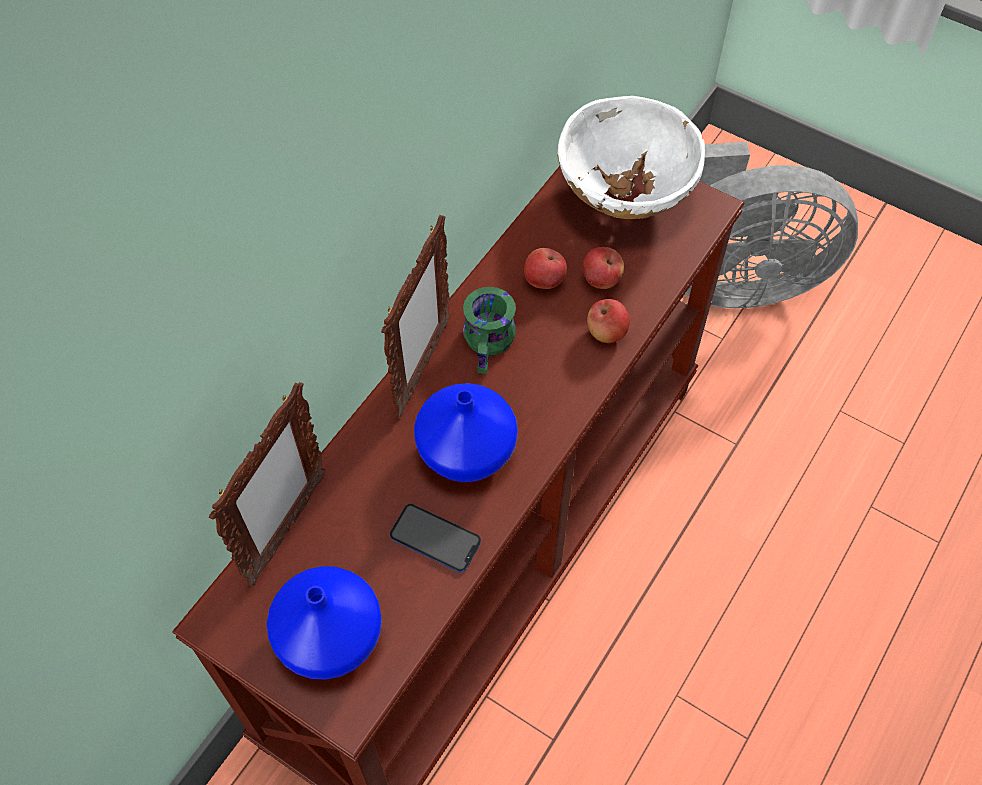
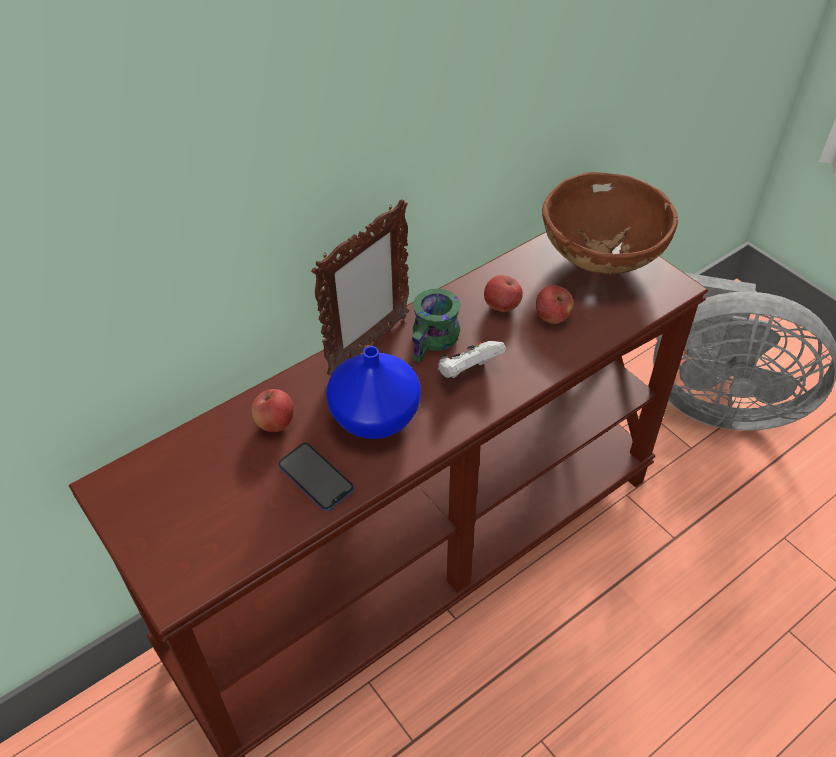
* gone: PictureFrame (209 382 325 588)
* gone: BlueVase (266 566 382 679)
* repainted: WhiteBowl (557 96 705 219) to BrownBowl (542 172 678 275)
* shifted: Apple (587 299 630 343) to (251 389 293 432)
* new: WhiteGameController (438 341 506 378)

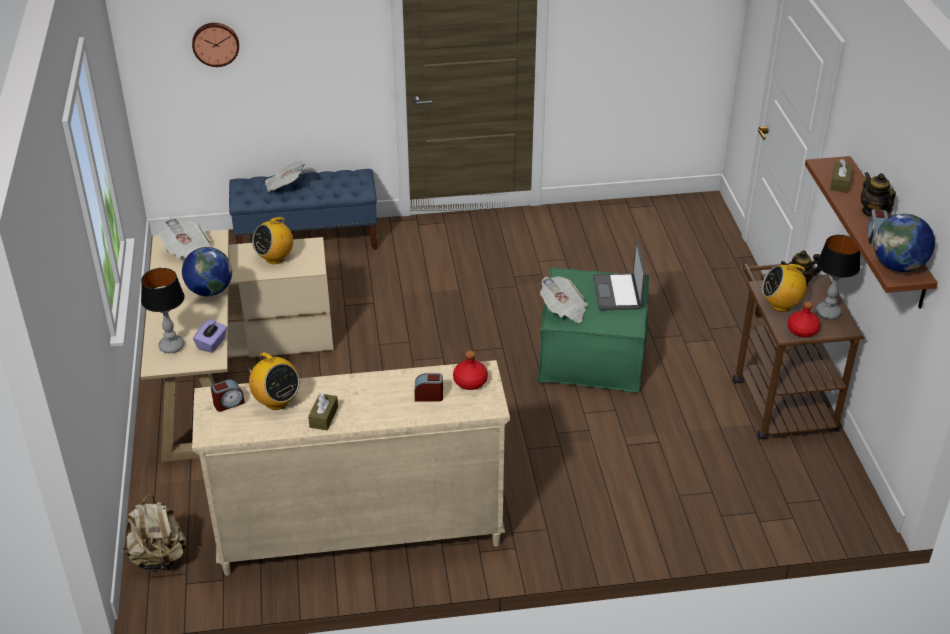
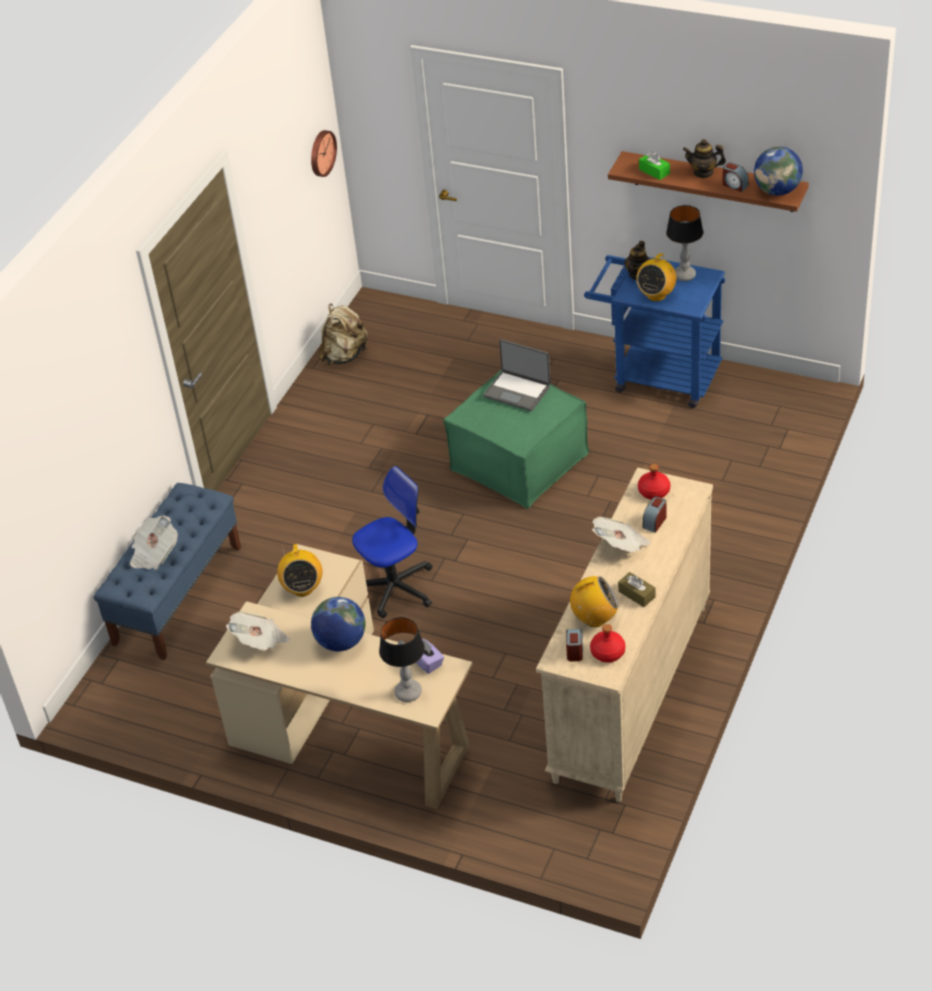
* shifted: BeigeBackpack (123 494 187 571) to (319 304 368 365)
* shifted: WallClock (192 23 239 67) to (311 130 337 177)
* shifted: Newspaper (540 276 588 323) to (592 517 651 553)
* repainted: BrownCart (733 260 864 439) to BlueCart (584 255 725 408)
* shifted: RedBottle (788 301 820 337) to (590 624 625 663)
* repainted: BrownTissueBox (830 159 853 193) to GreenTissueBox (639 151 670 180)
* new: OfficeChair (352 466 433 618)

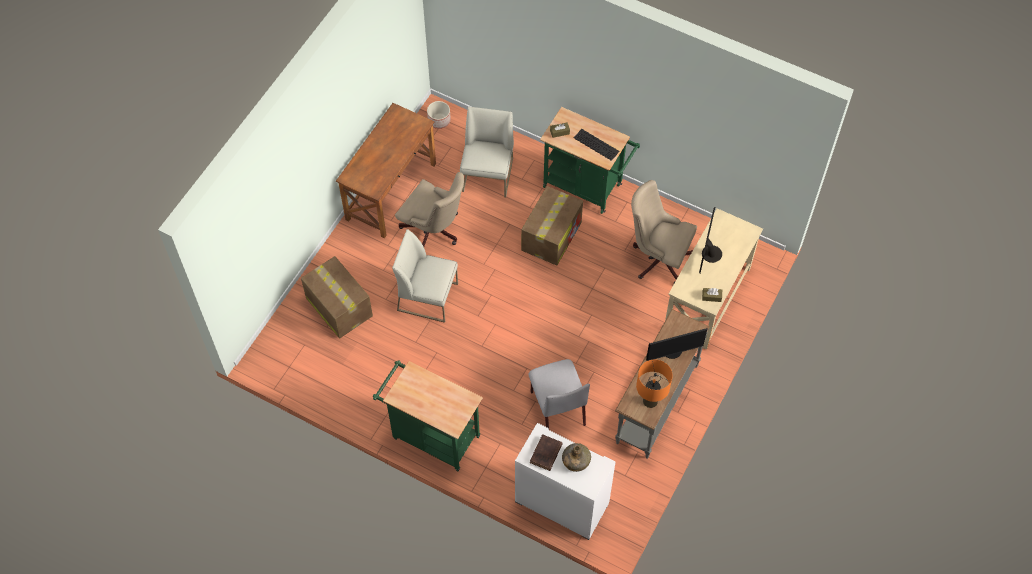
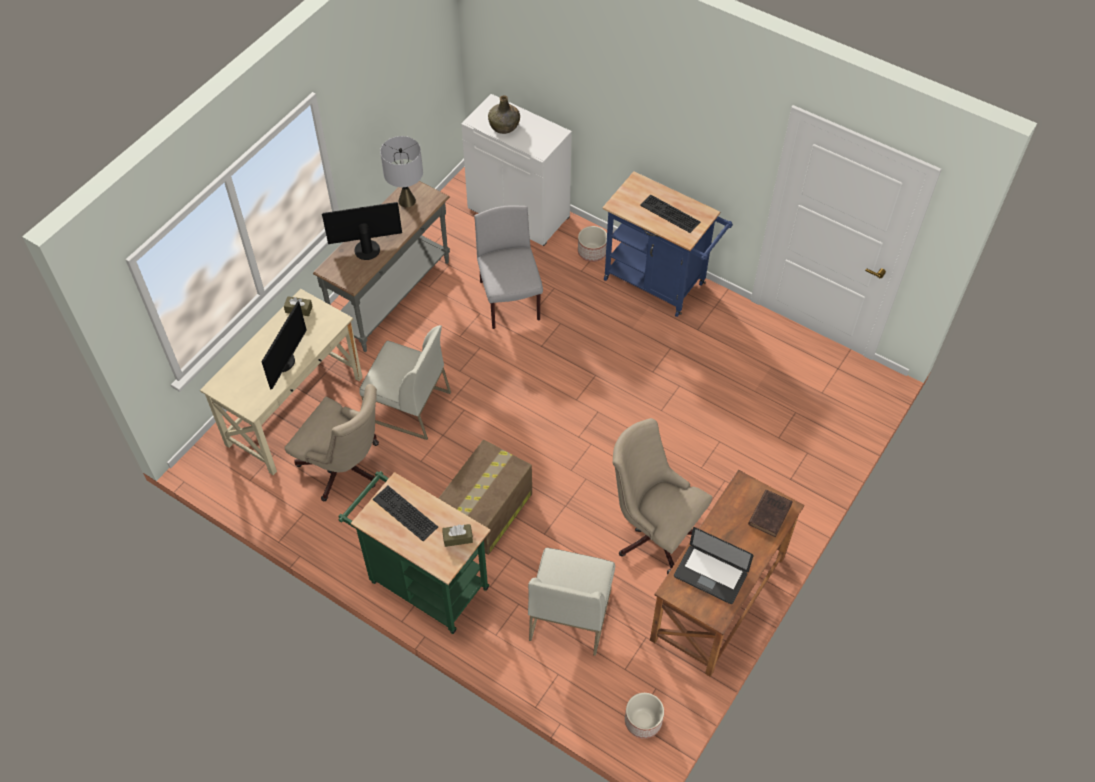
* gone: CardboardBox (301 256 373 339)
* repainted: GreenCart (373 360 483 471) to BlueCart (602 171 733 317)
* shifted: WhiteChair (392 229 458 323) to (359 325 451 440)
* shifted: BrownBook (530 434 563 471) to (748 490 793 537)
* repainted: OrangeTableLamp (636 360 673 408) to GreyTableLamp (380 136 423 207)
* new: Planter (578 226 607 262)
* new: Keyboard (640 194 700 233)
* new: Laptop (674 527 753 604)

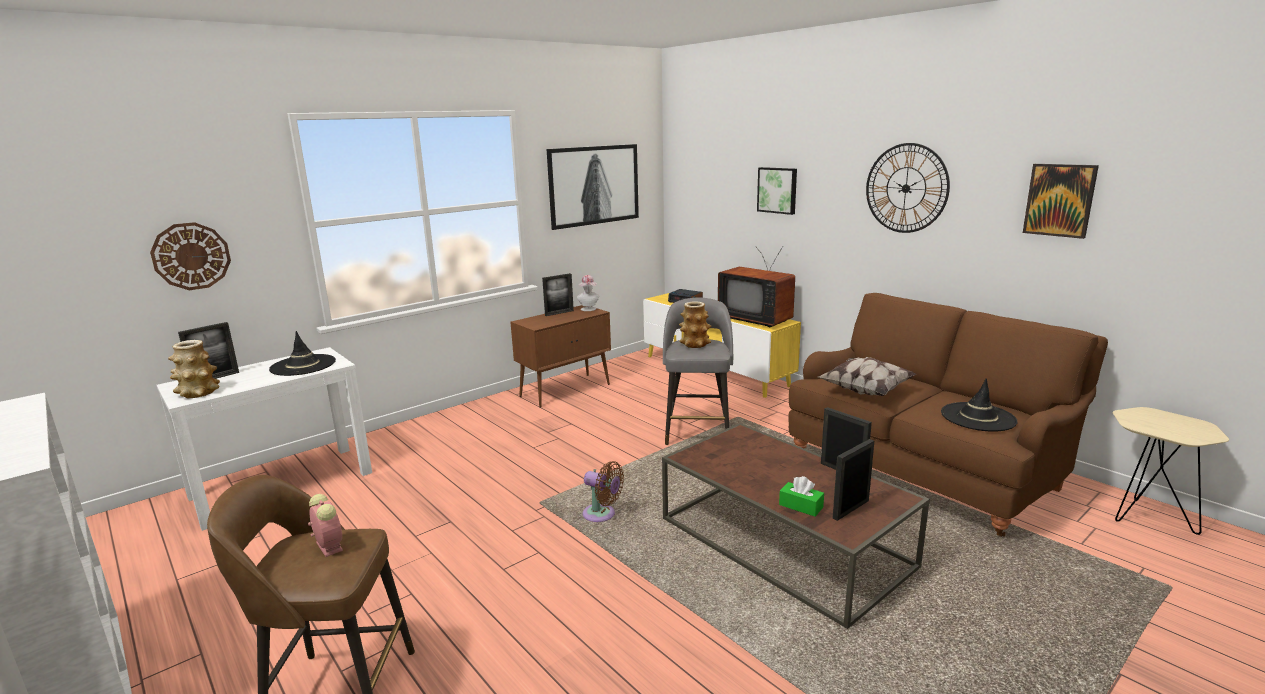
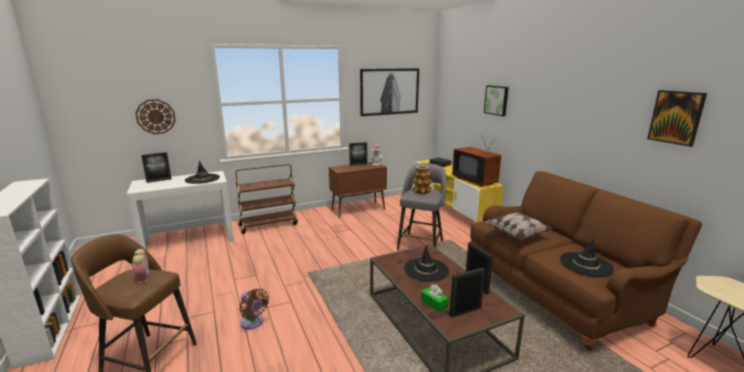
* gone: Vase (168 340 220 398)
* shifted: BrownFan (582 461 624 522) to (239 288 269 329)
* gone: WallClock (866 143 950 233)
* new: BrownCart (236 164 298 234)
* new: BlackHat (404 245 449 282)

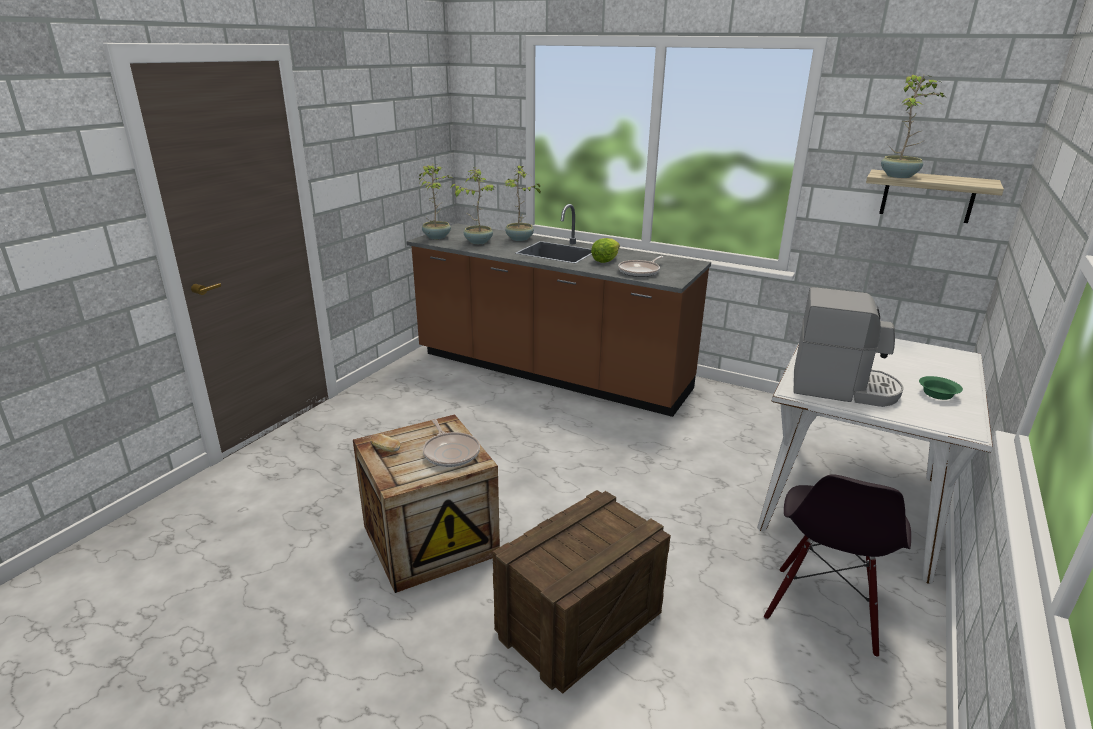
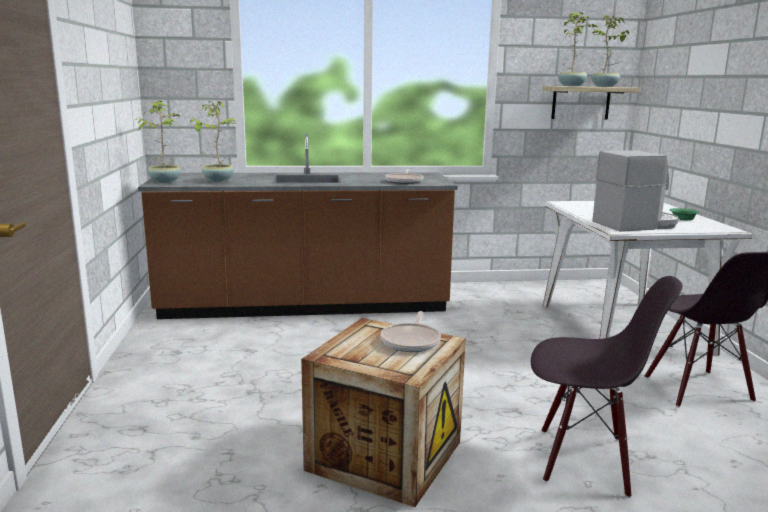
* gone: Bread (371 434 400 452)
* rotated: FryingPan (423 419 480 467) = (380 311 441 352) 75 degrees clockwise
* swapped: Crate (492 490 671 694) to BlackChair (531 276 683 498)
* shifted: PottedPlant (502 165 541 241) to (591 14 629 87)
* gone: Lettuce (591 238 620 263)

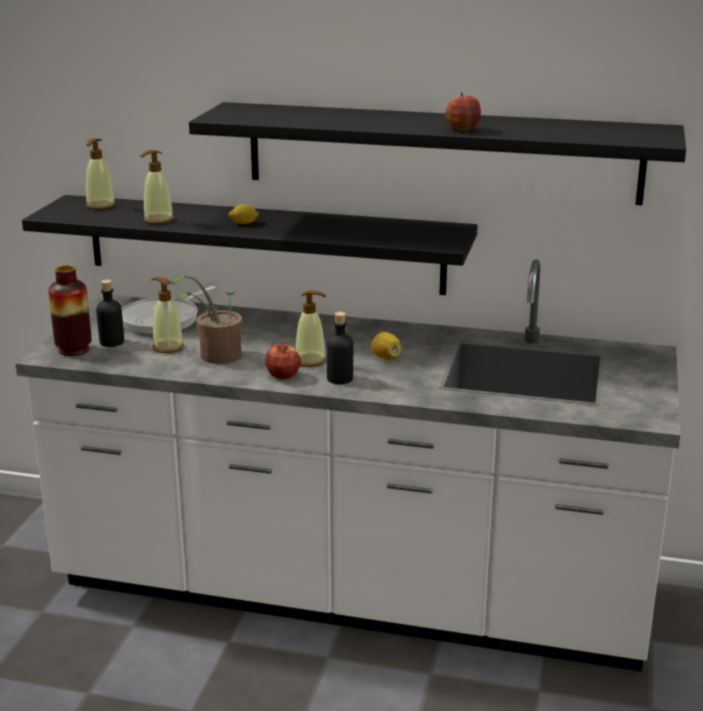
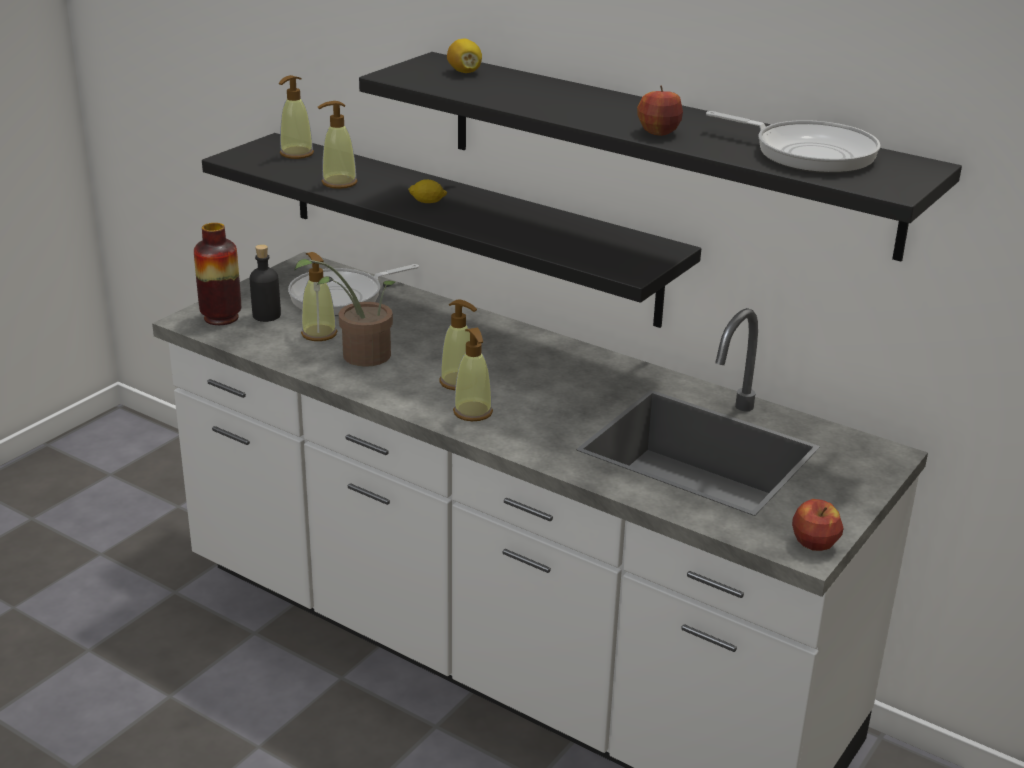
* shifted: Apple (265 344 301 380) to (792 499 844 551)
* swapped: BlackBottle (327 312 353 384) to SoapDispenser (453 328 493 421)
* shifted: Lemon (371 332 401 360) to (447 39 482 73)
* new: FryingPan (706 111 880 173)

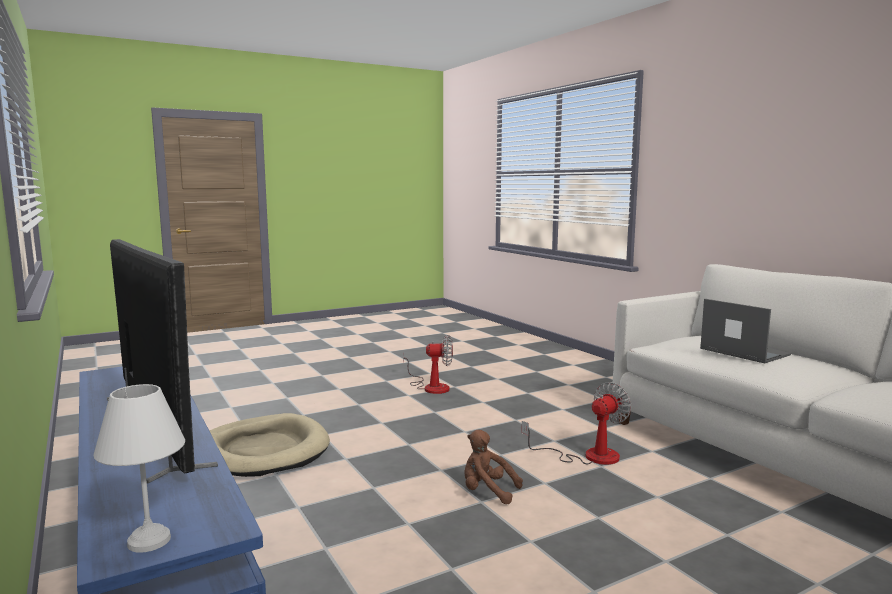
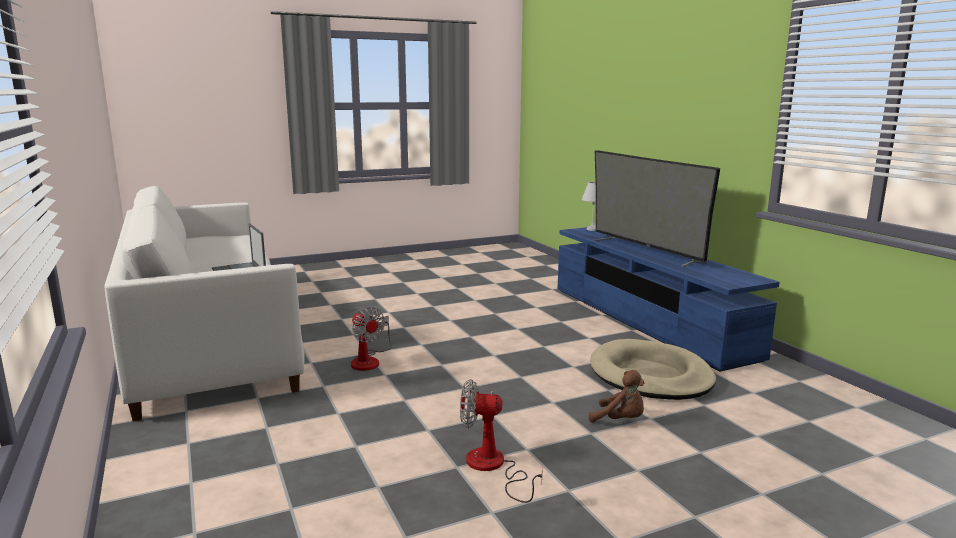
* shifted: BrownPlushToy (464 430 523 504) to (589 370 644 423)
* rotated: Fan (521 382 631 465) = (351 307 392 371) 90 degrees counterclockwise

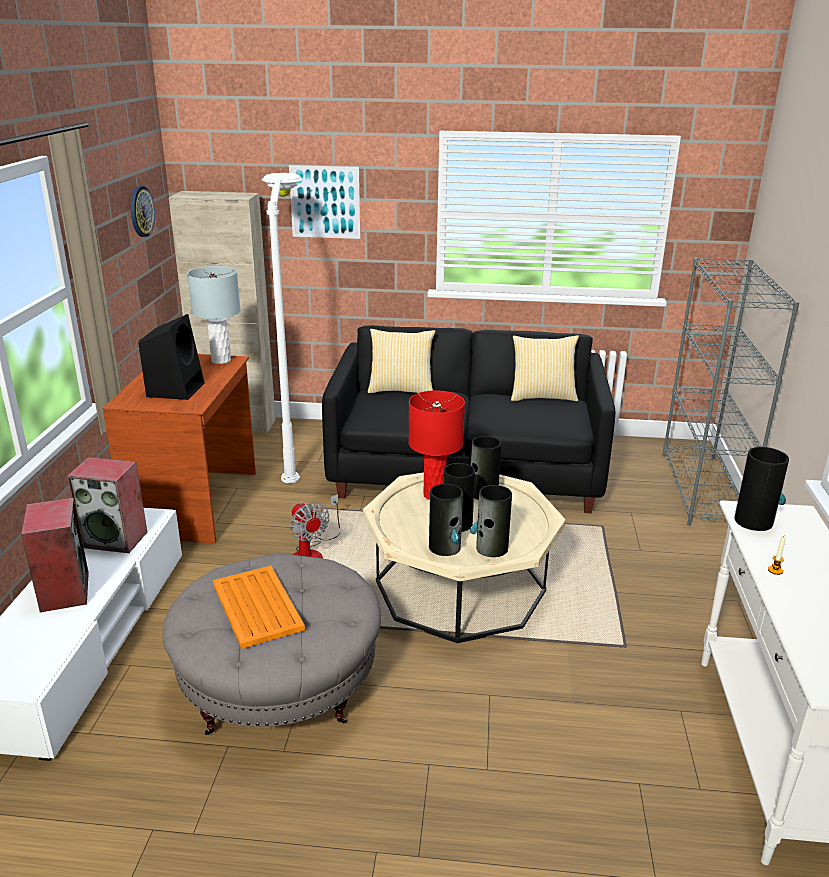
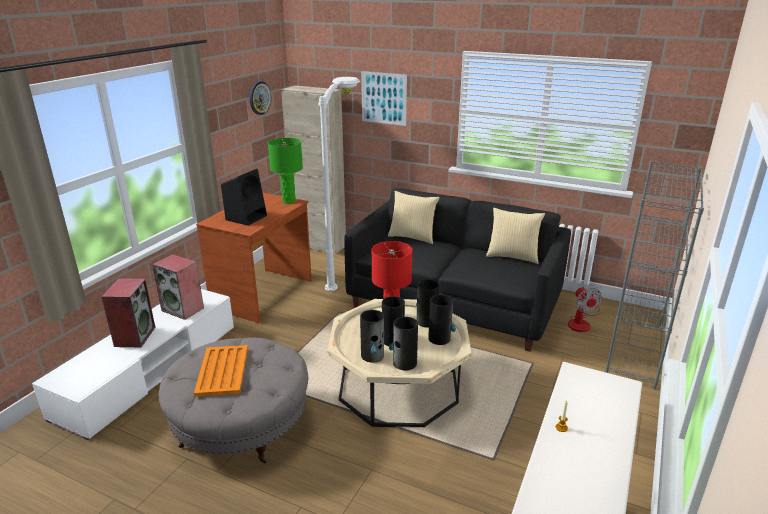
* repainted: GreyTableLamp (187 266 241 364) to GreenTableLamp (268 138 303 204)
* shifted: Fan (290 494 340 559) to (568 287 602 332)
* shifted: Vase (734 447 789 531) to (428 295 456 345)

